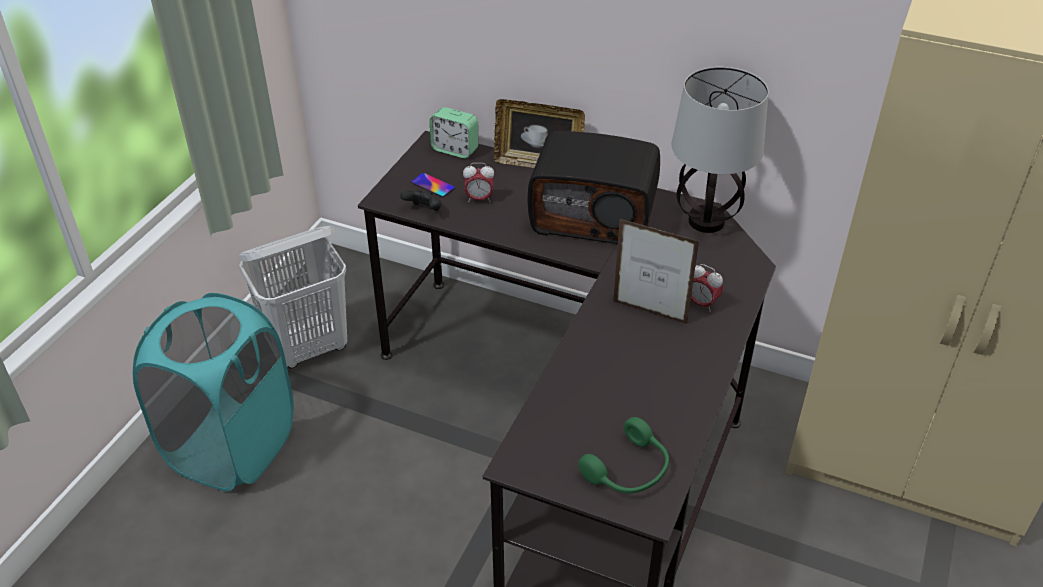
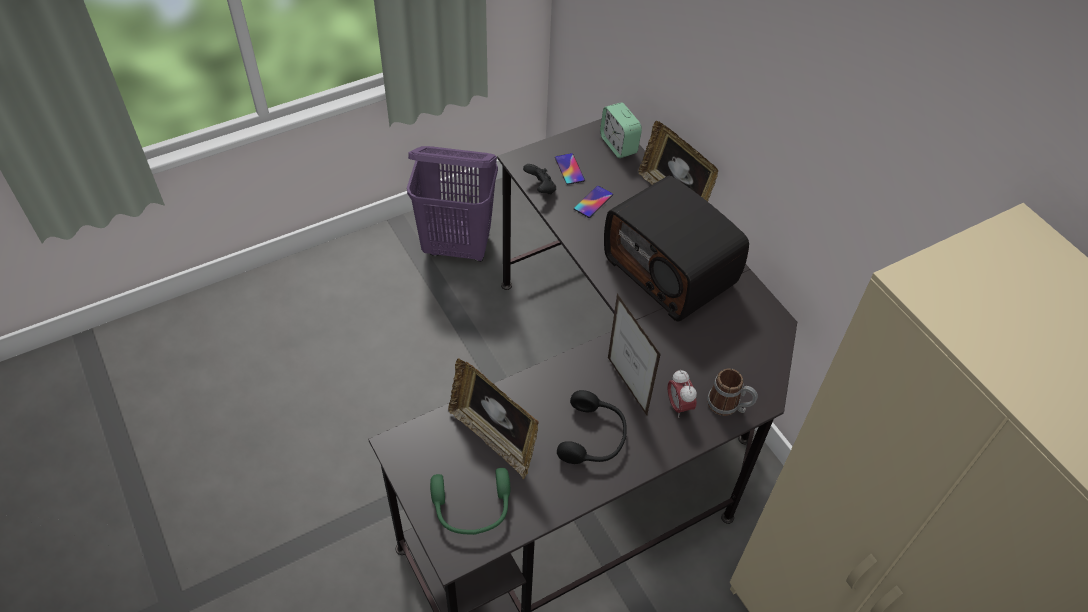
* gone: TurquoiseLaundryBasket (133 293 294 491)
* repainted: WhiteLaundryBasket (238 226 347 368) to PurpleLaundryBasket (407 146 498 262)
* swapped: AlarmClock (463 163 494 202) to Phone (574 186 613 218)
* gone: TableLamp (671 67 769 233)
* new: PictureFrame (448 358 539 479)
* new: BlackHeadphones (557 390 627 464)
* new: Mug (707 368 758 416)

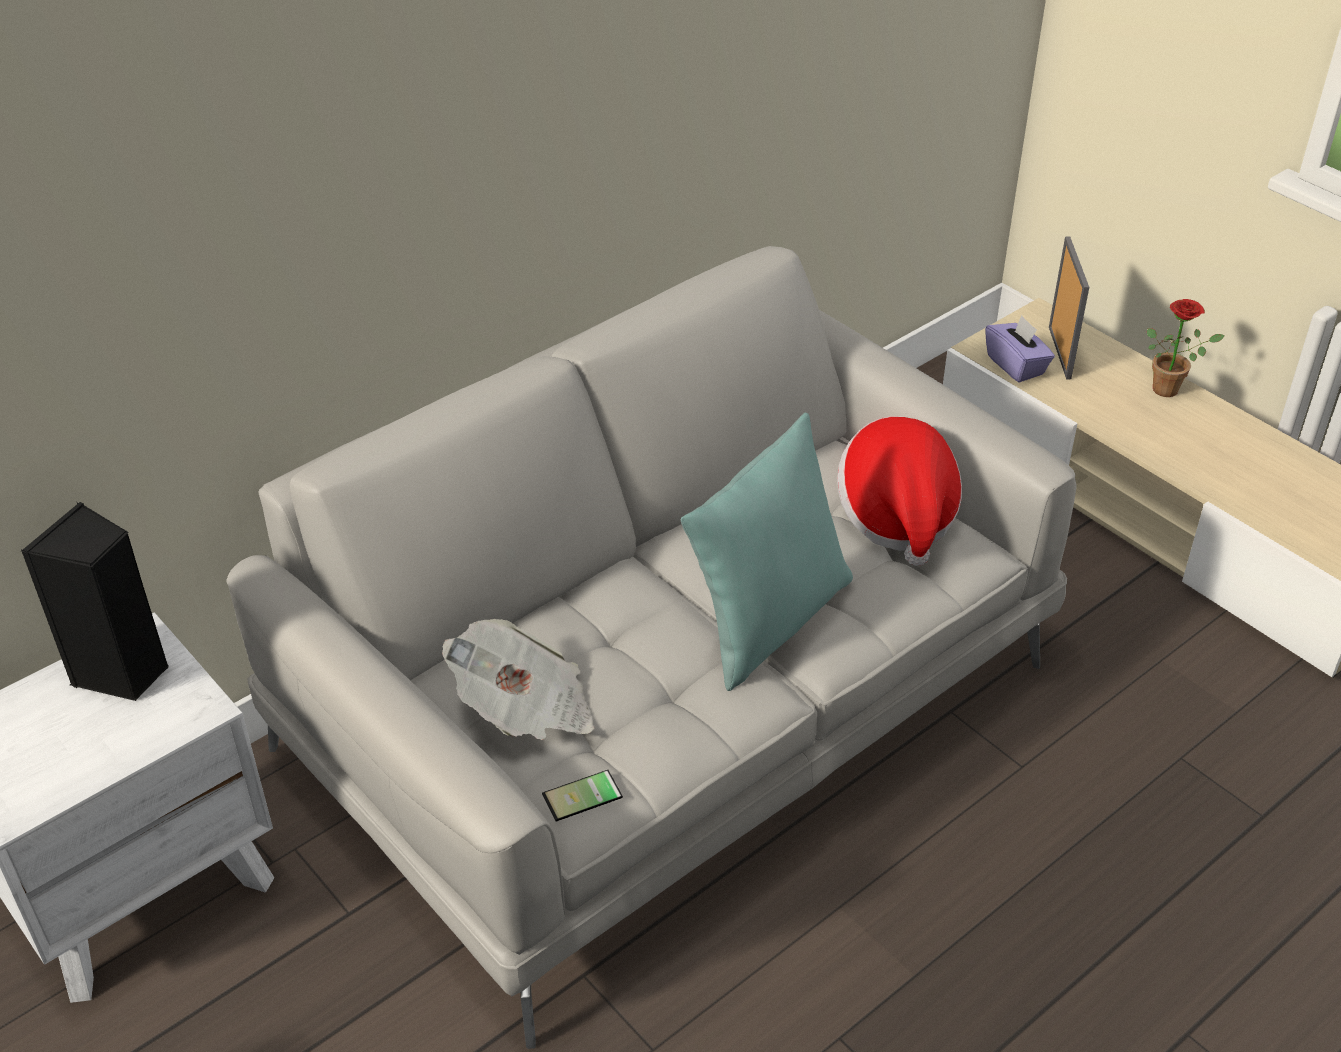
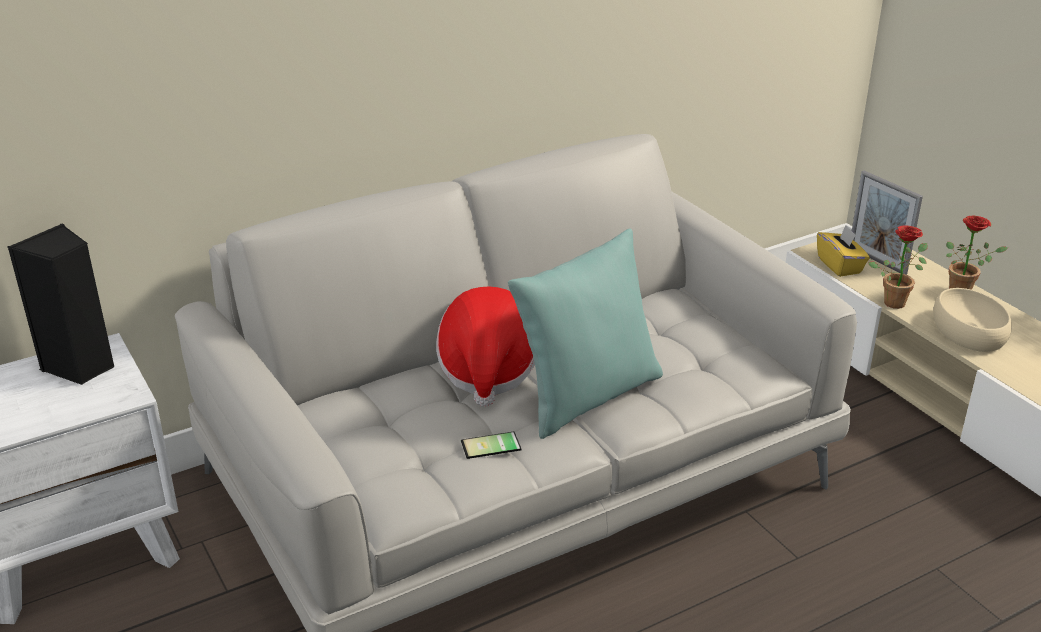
* gone: Newspaper (442 619 594 740)
* shifted: Phone (542 770 623 821) to (461 432 521 459)
* shifted: Hat (837 416 962 566) to (436 287 535 406)
* repainted: PurpleTissueBox (985 315 1055 383) to YellowTissueBox (817 225 870 277)
* rotated: PictureFrame (1049 236 1089 379) = (852 171 923 275) 135 degrees clockwise
* new: PottedPlant (868 225 928 309)
* new: BeigeBowl (933 288 1012 352)

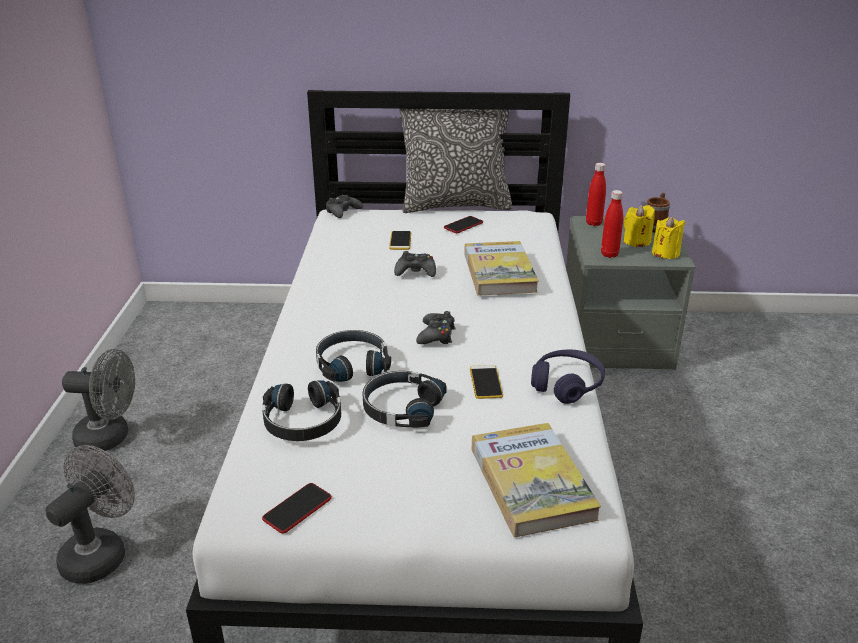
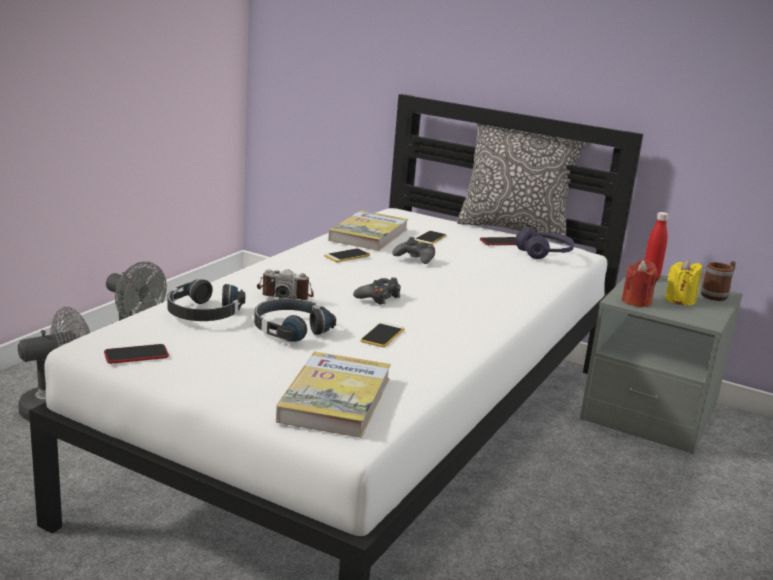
* swapped: BlackHeadphones (316 330 391 382) to PhotoCamera (257 269 314 300)
* gone: BlackGameController (326 195 363 218)
* shifted: Book (464 241 539 296) to (328 210 408 251)
* shifted: PurpleHeadphones (531 350 605 404) to (515 228 574 259)
* swapped: RedBottle (601 190 623 258) to RedCandle (622 260 658 307)
* gone: YellowCandle (652 216 685 259)
* new: Phone (324 248 370 262)

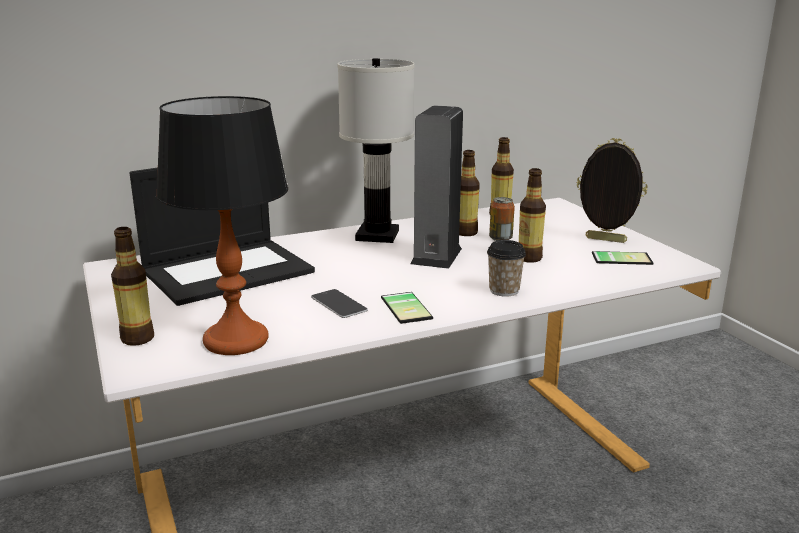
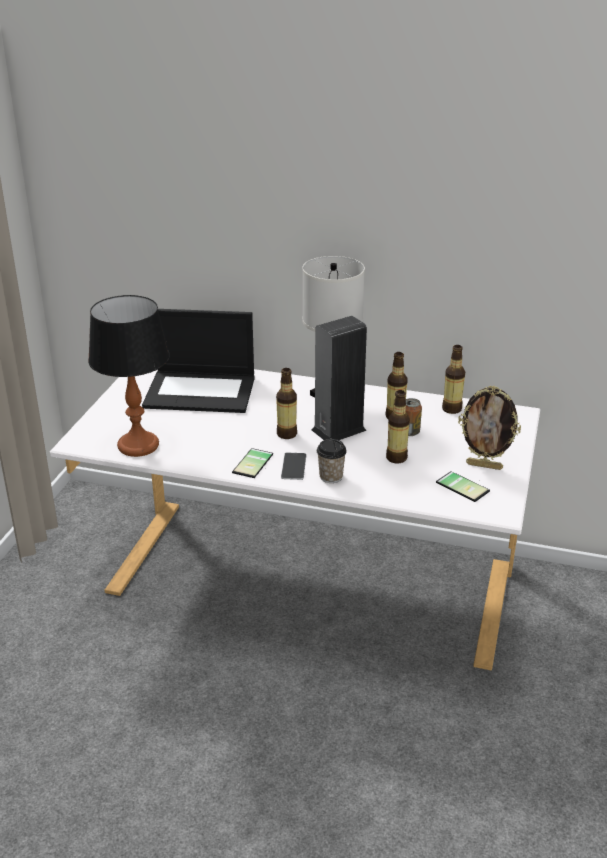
* shifted: Bottle (111 227 154 346) to (276 368 297 439)
* shifted: Phone (311 289 368 318) to (281 453 306 480)
* rotated: PictureFrame (577 138 648 243) = (458 386 521 470) 135 degrees clockwise

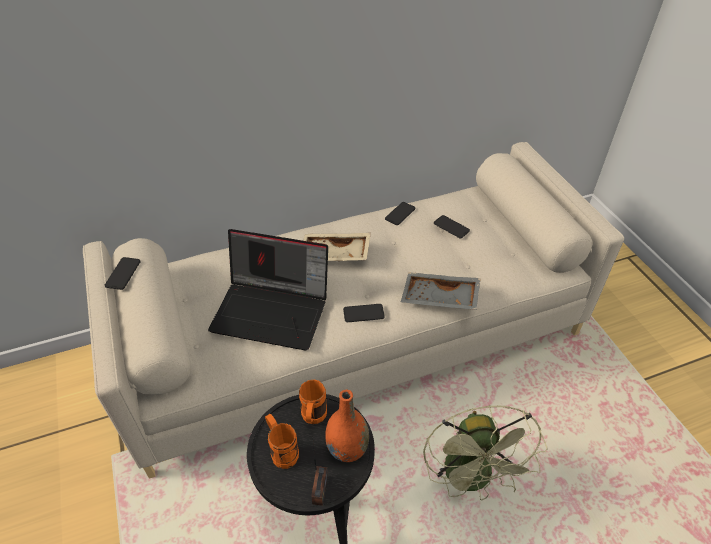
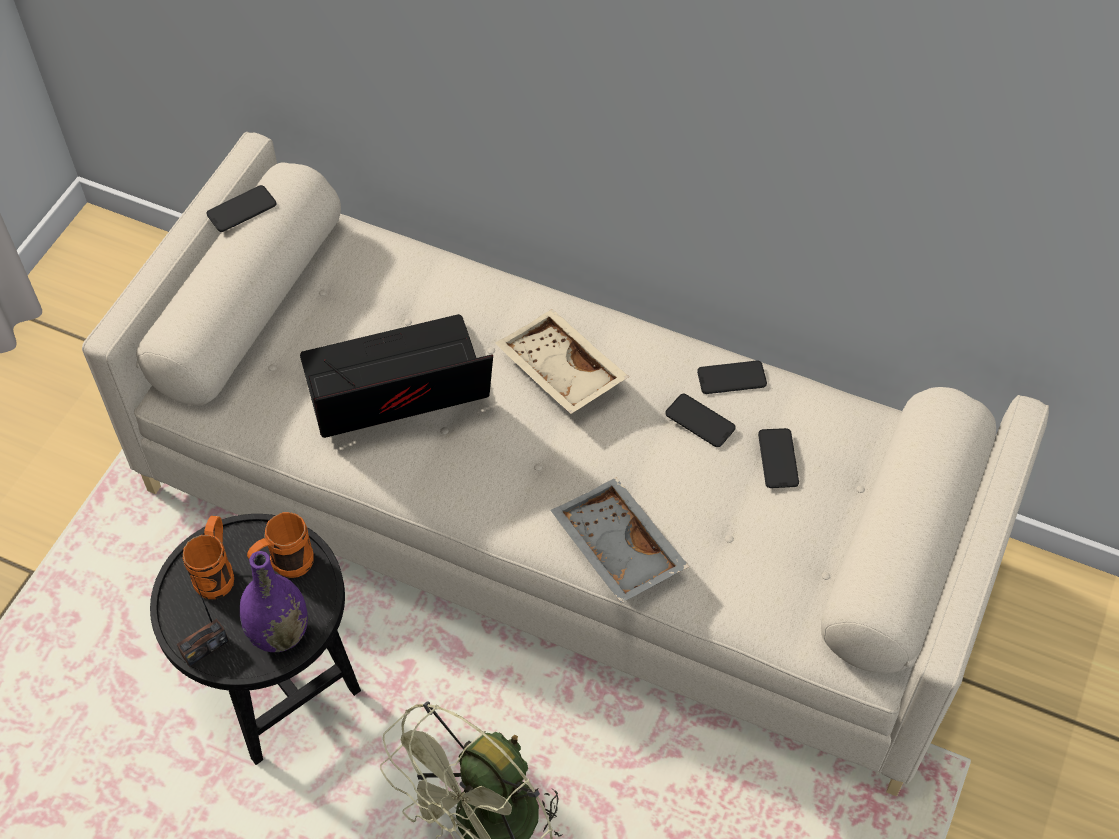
* rotated: Laptop (208 229 328 351) = (300 314 493 438) 105 degrees clockwise
* repainted: OrangeVase (325 390 369 462) to PurpleVase (240 551 308 652)
* shifted: Phone (343 304 385 322) to (665 394 736 447)

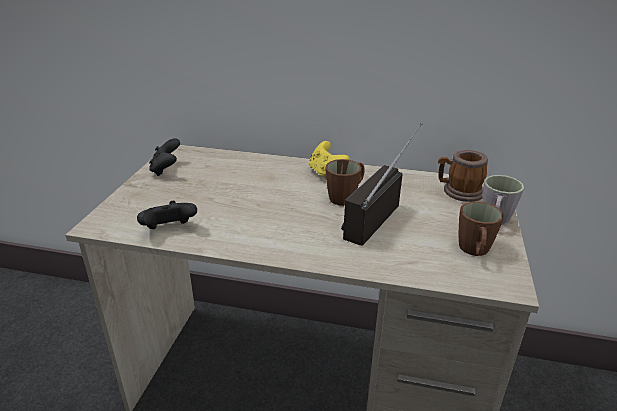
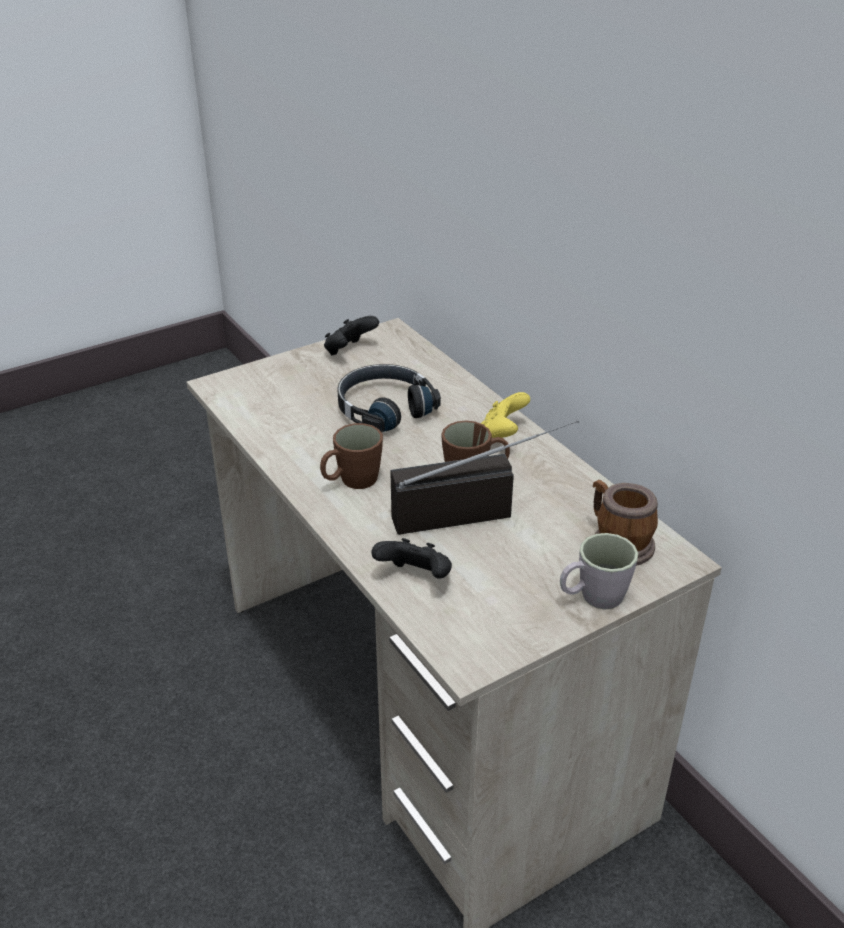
* shifted: BlackGameController (137 201 197 229) to (371 538 452 579)
* shifted: BrownMug (458 201 504 256) to (320 423 383 489)
* new: BlackHeadphones (337 364 441 432)

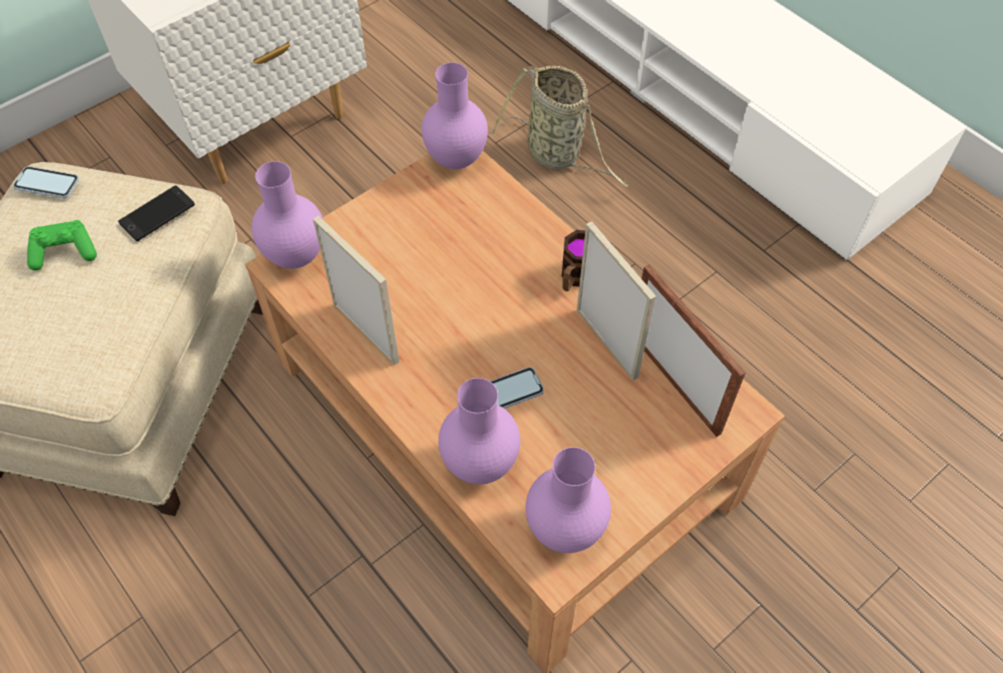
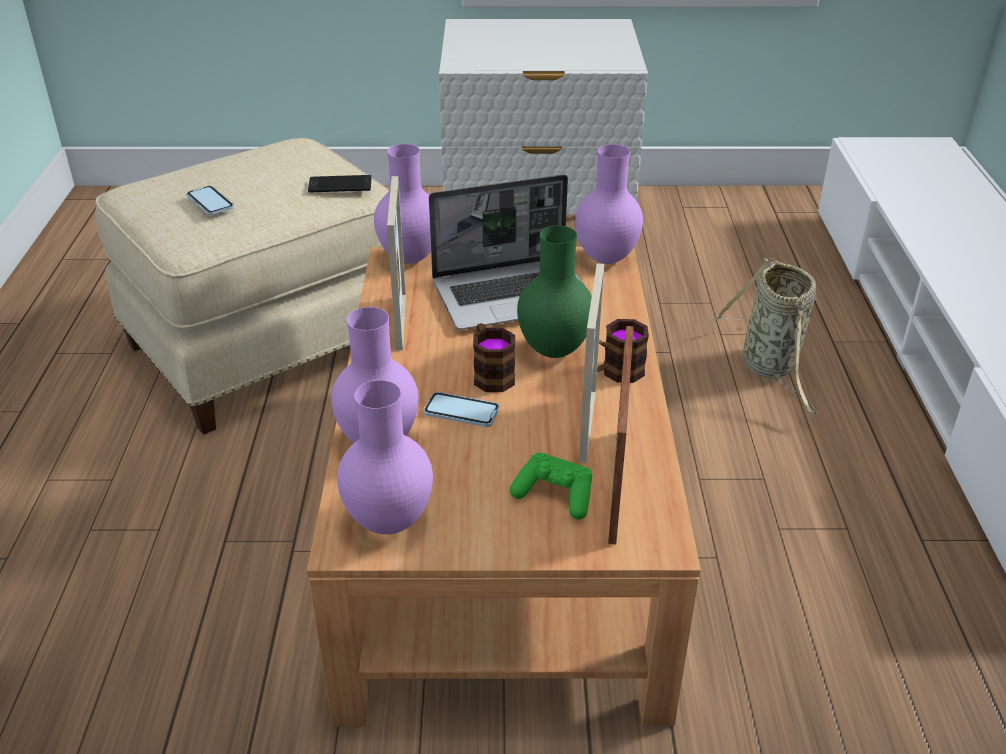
* shifted: Phone (13 166 79 198) to (187 186 234 215)
* shifted: GreenGameController (27 220 97 271) to (510 453 592 520)
* new: Laptop (429 174 592 330)
* new: Mug (473 323 515 392)
* new: GreenVase (517 225 592 358)

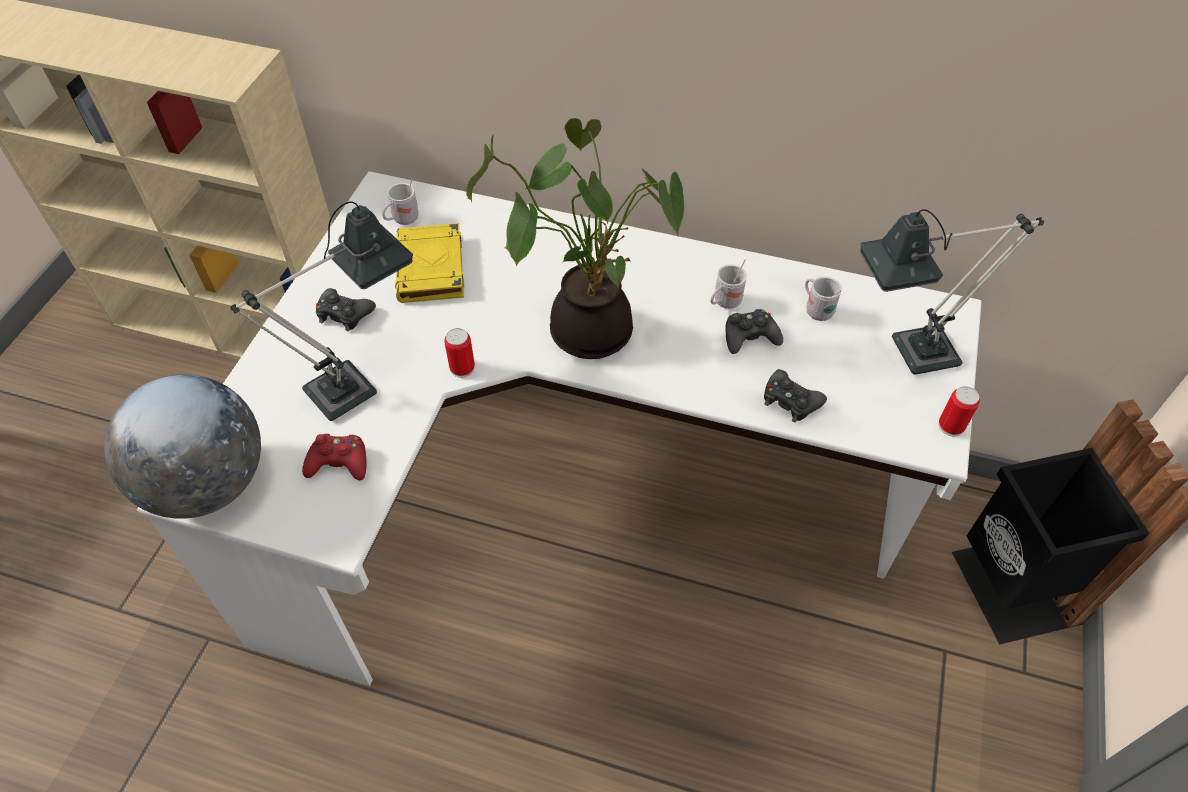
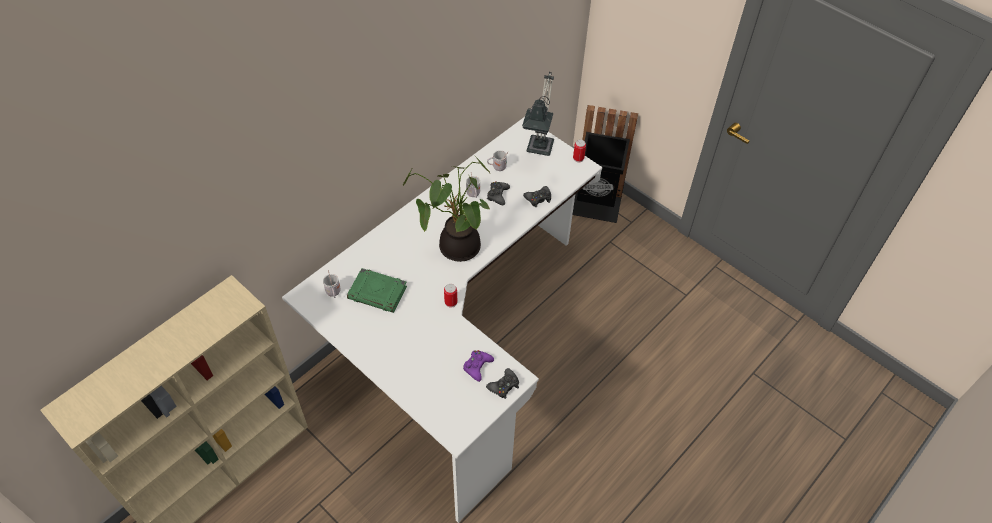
* gone: Globe (104 375 261 519)
* gone: TableLamp (230 201 413 421)
* repainted: RedGameController (302 434 367 480) to PurpleGameController (463 350 494 382)
* shifted: BlackGameController (316 288 376 331) to (486 368 519 399)
* repainted: YellowBook (395 223 464 303) to GreenBook (347 268 407 313)

